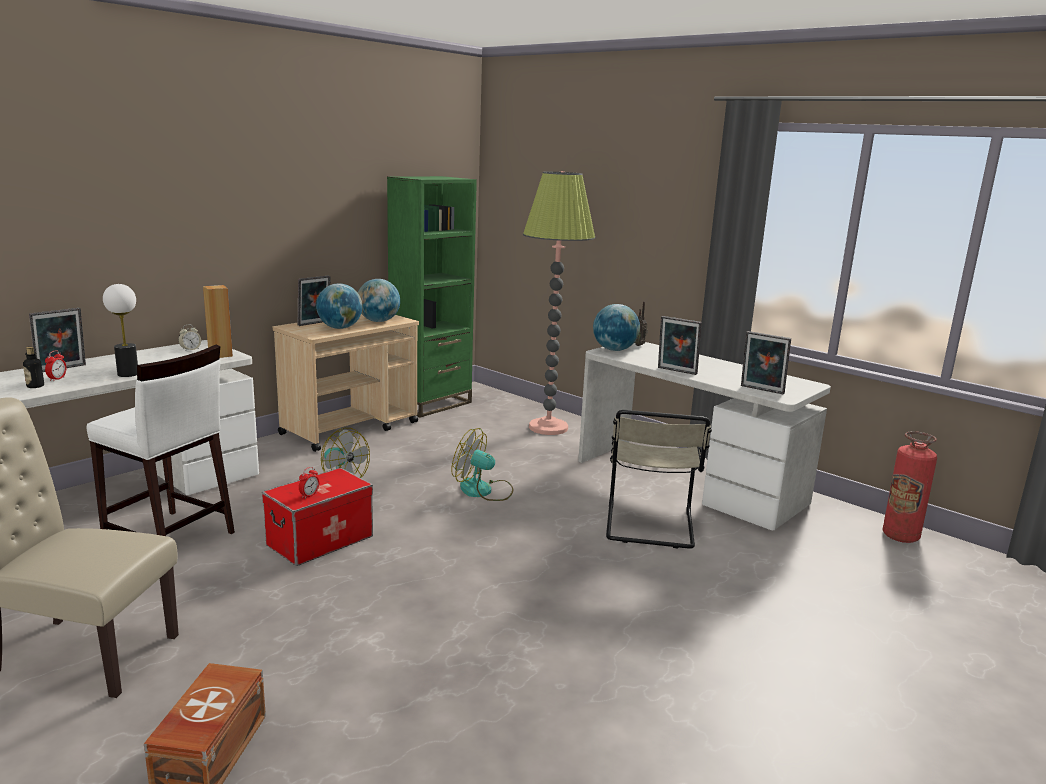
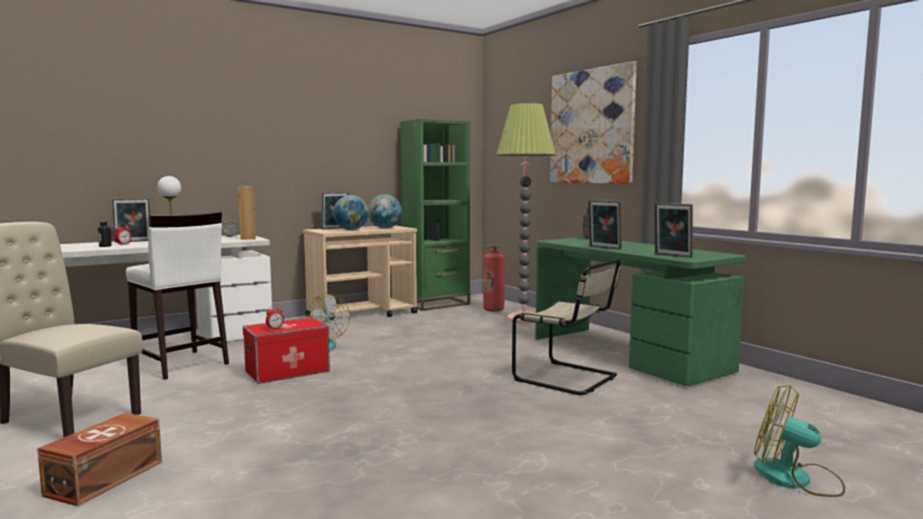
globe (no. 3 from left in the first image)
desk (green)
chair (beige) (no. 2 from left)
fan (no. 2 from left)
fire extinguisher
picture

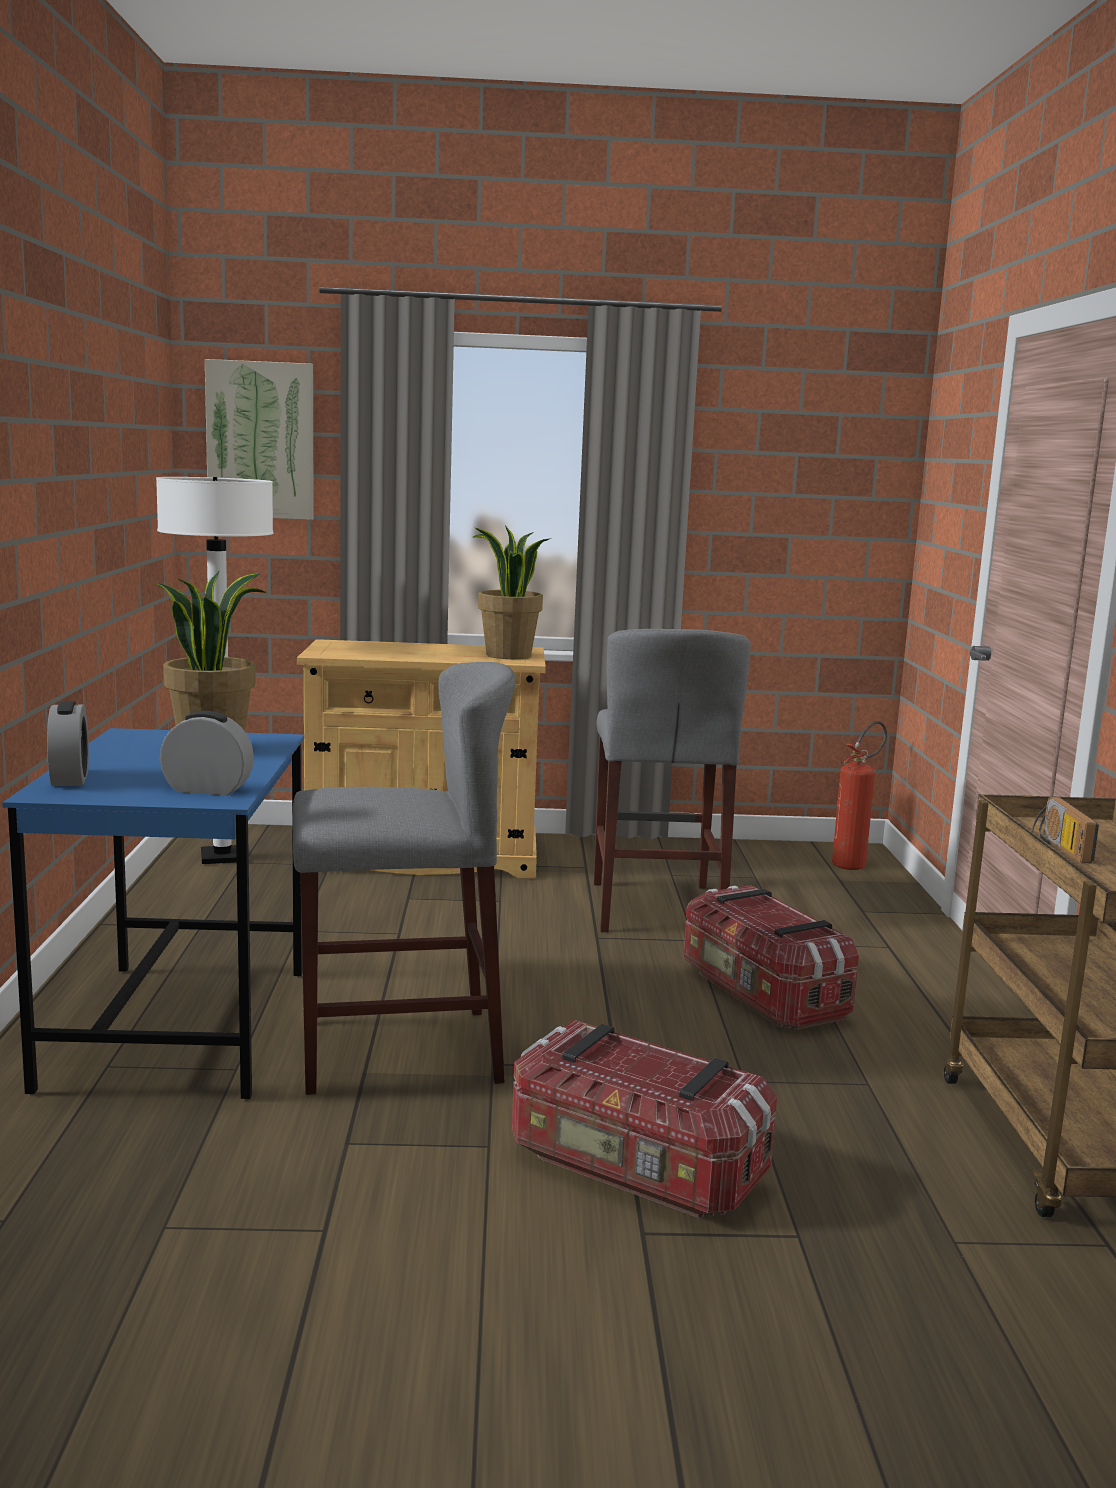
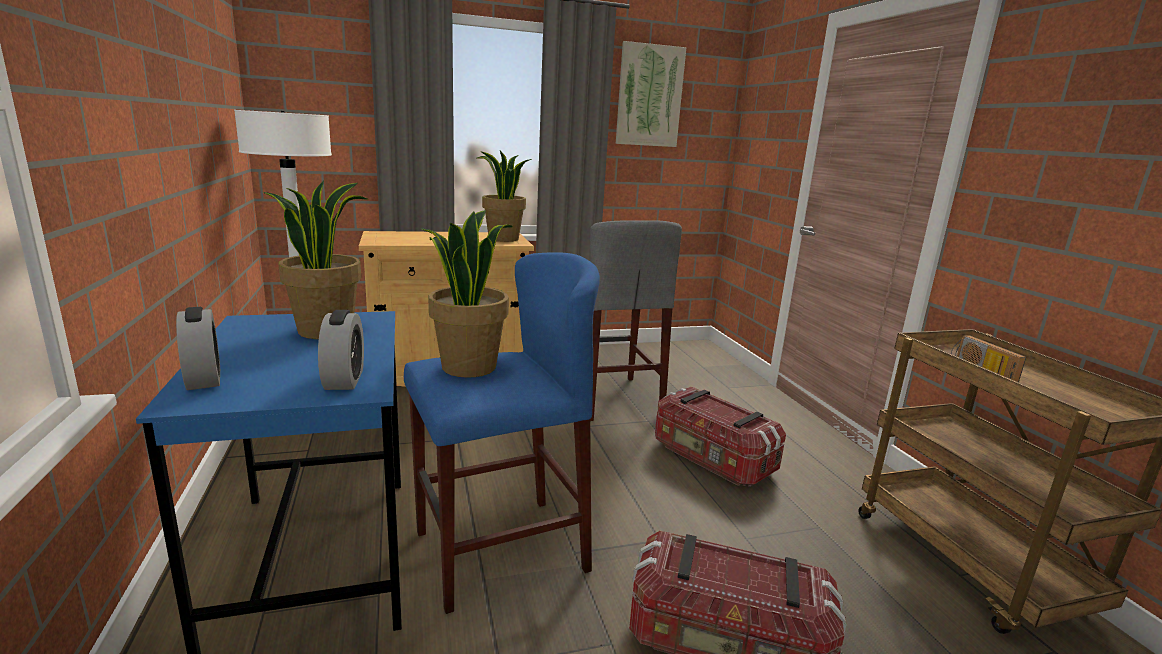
picture
stool (blue)
alarm clock (no. 2 from left)
fire extinguisher
potted plant (no. 2 from left)

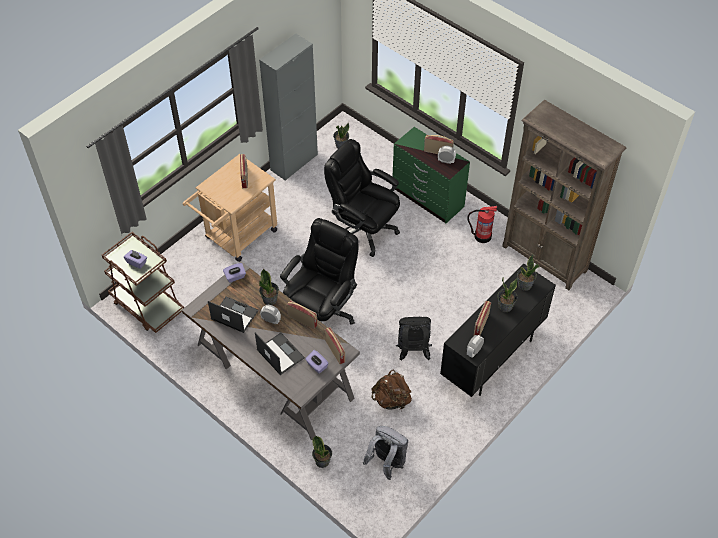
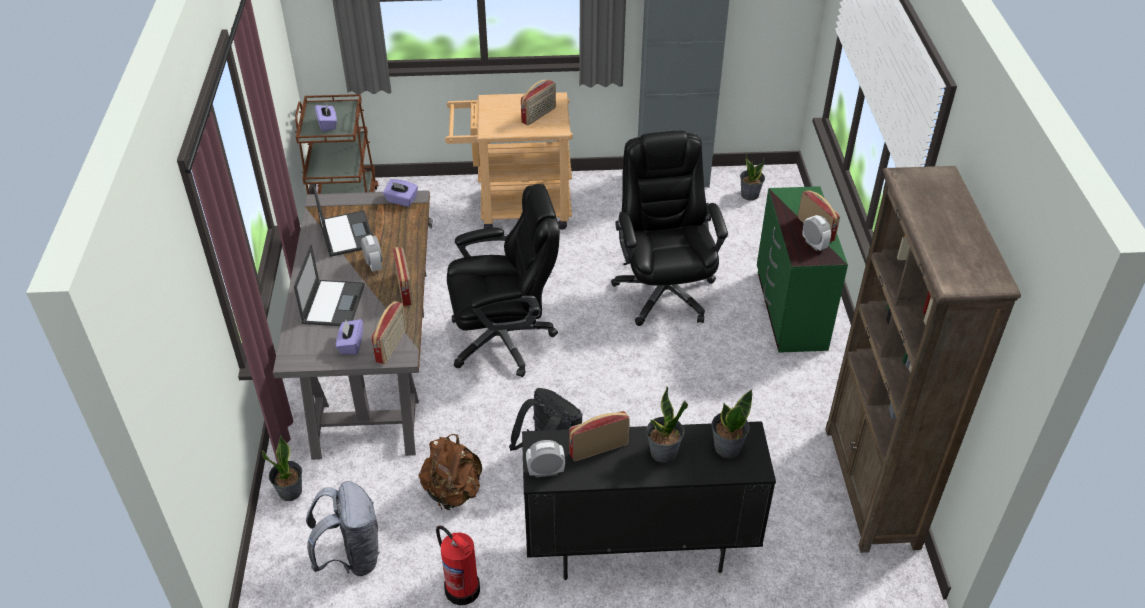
fire extinguisher
potted plant (no. 1 from left in the first image)

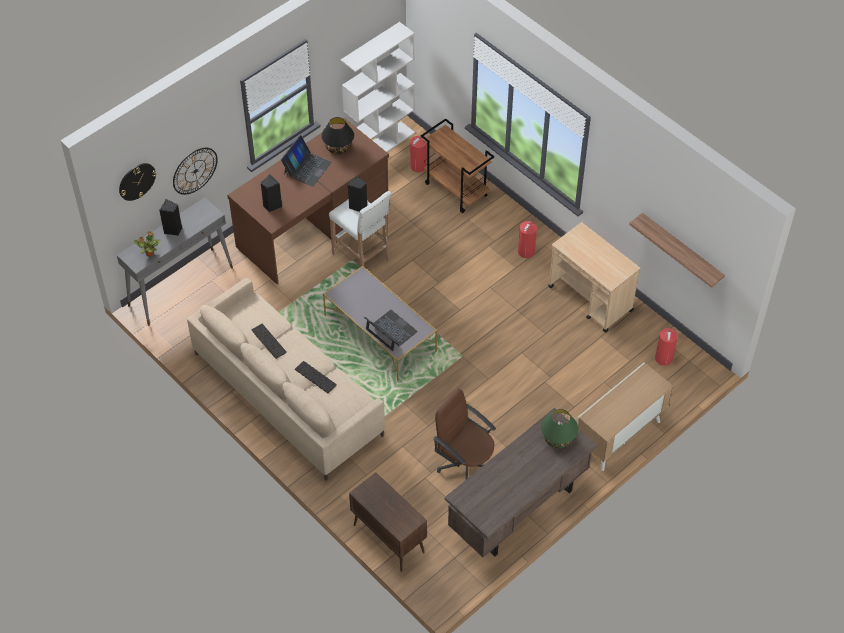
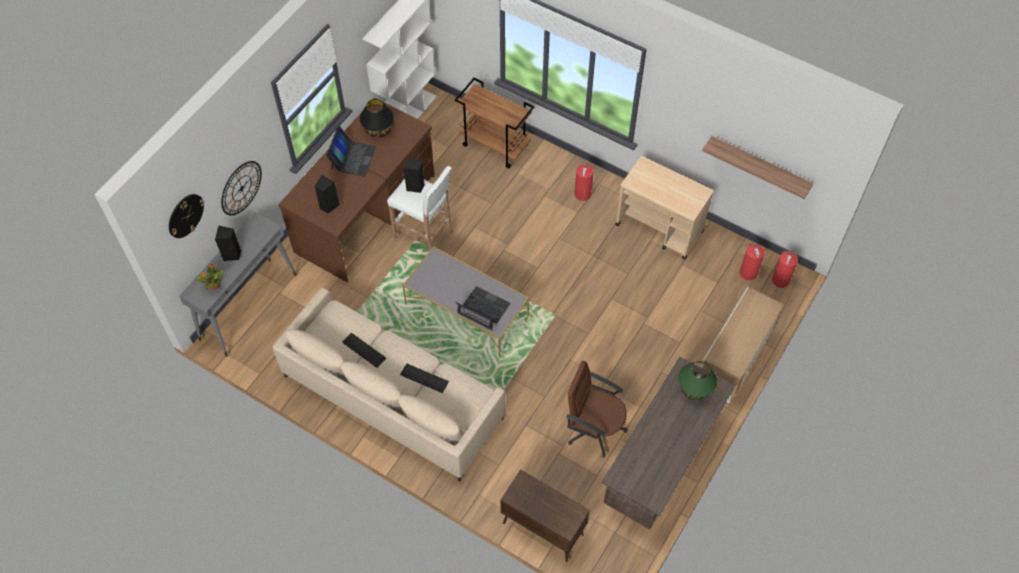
fire extinguisher (no. 3 from left)

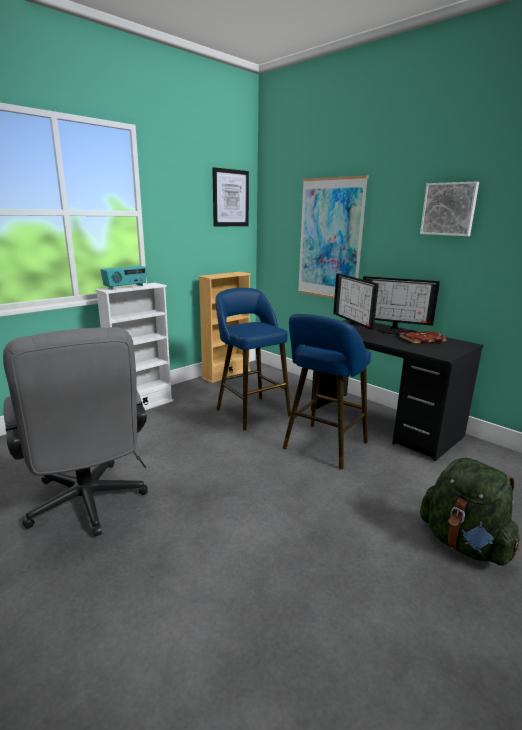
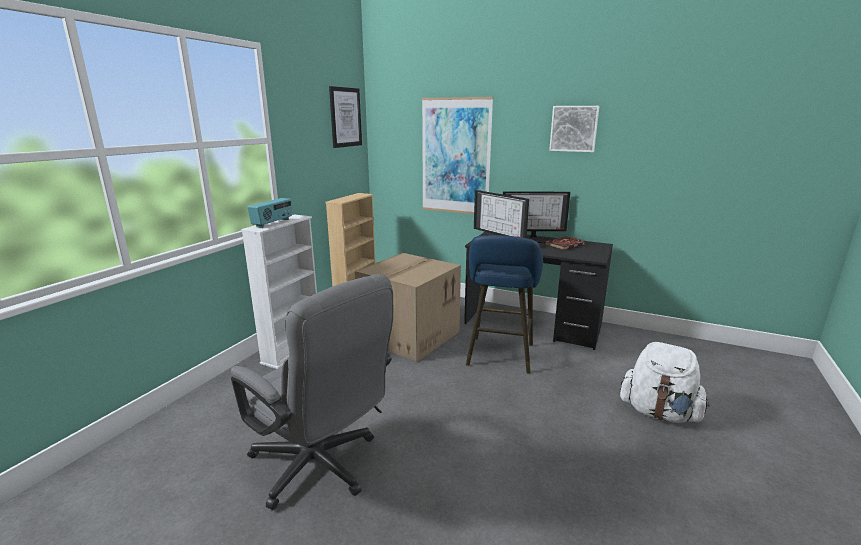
cardboard box
backpack (white)

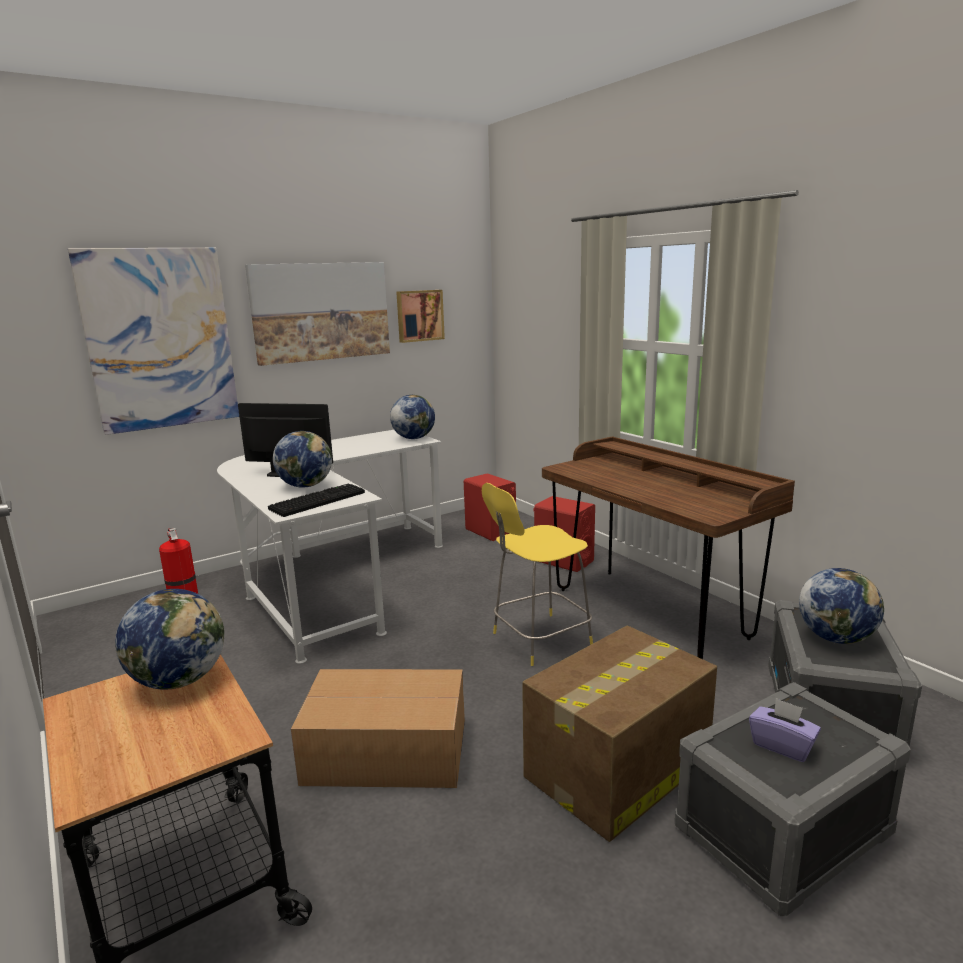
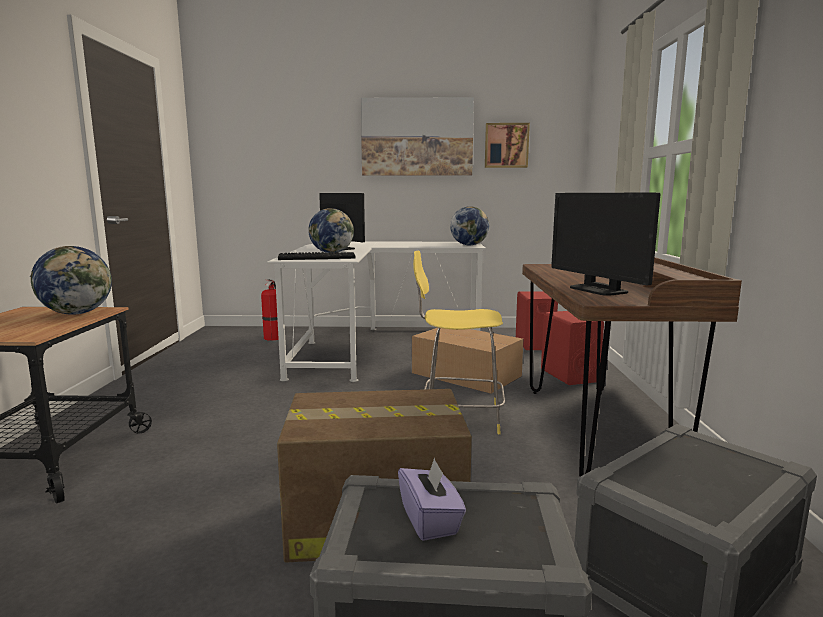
picture (no. 1 from left in the first image)
globe (no. 4 from left in the first image)
cardboard box (no. 2 from left)
monitor (no. 2 from left)

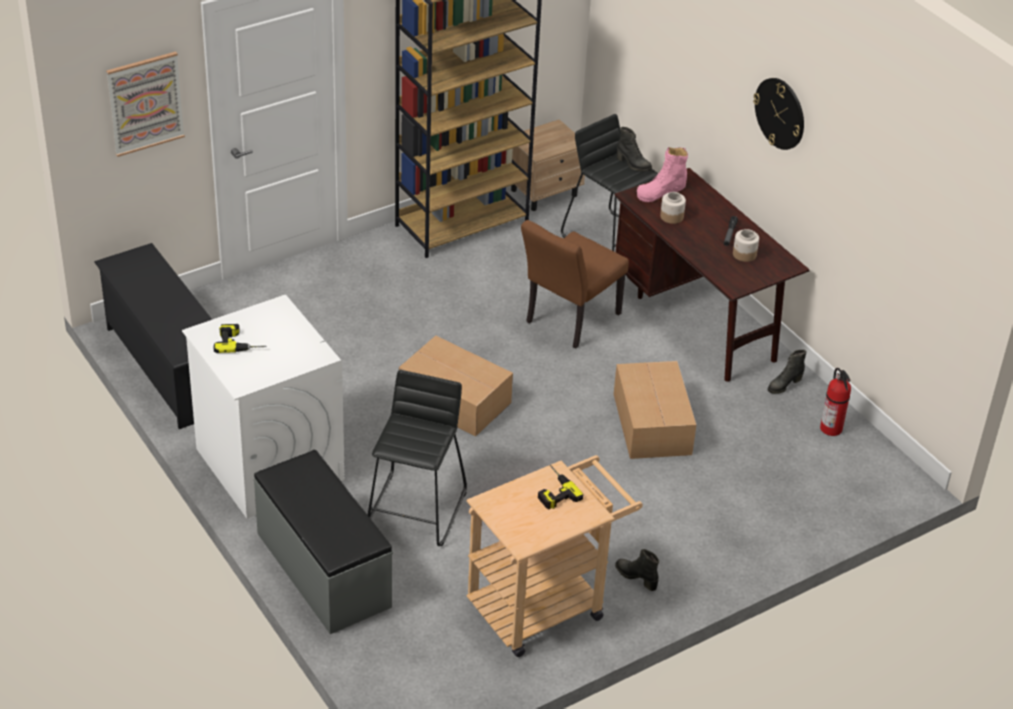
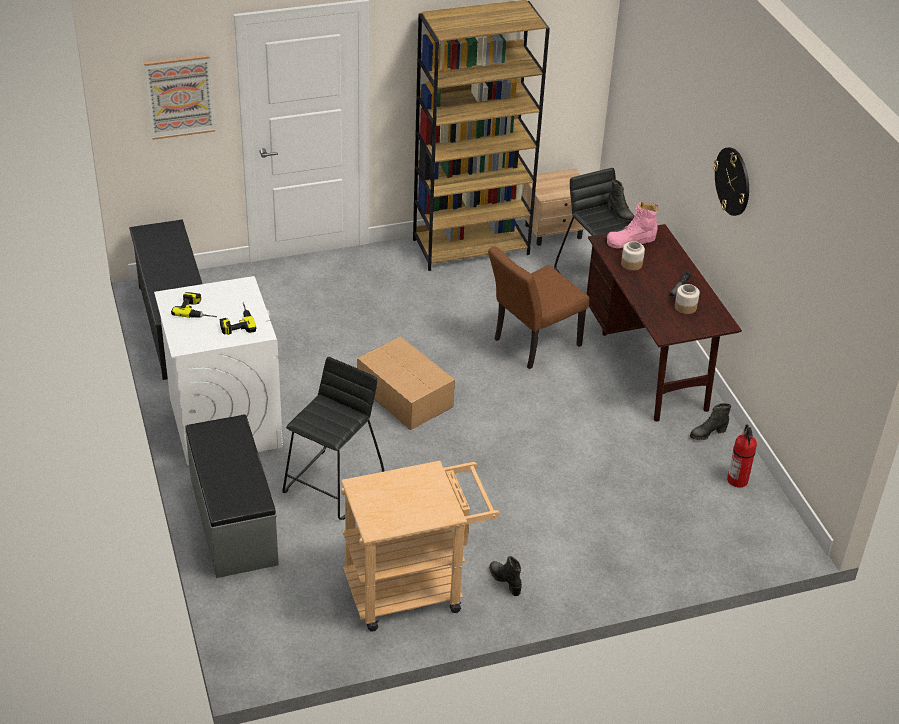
cardboard box (no. 2 from left in the first image)
power drill (no. 2 from left)

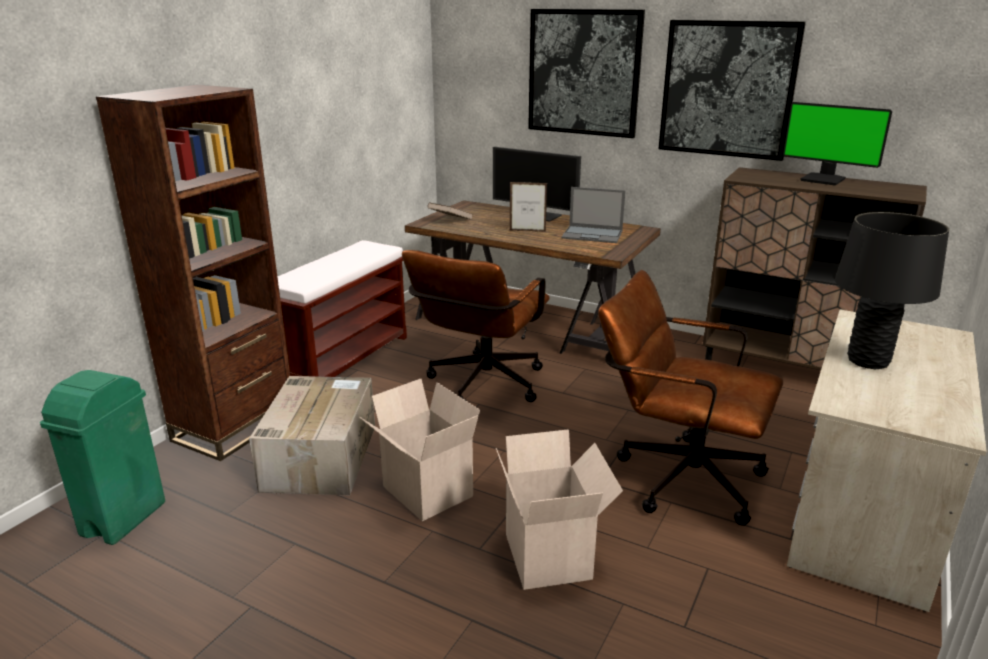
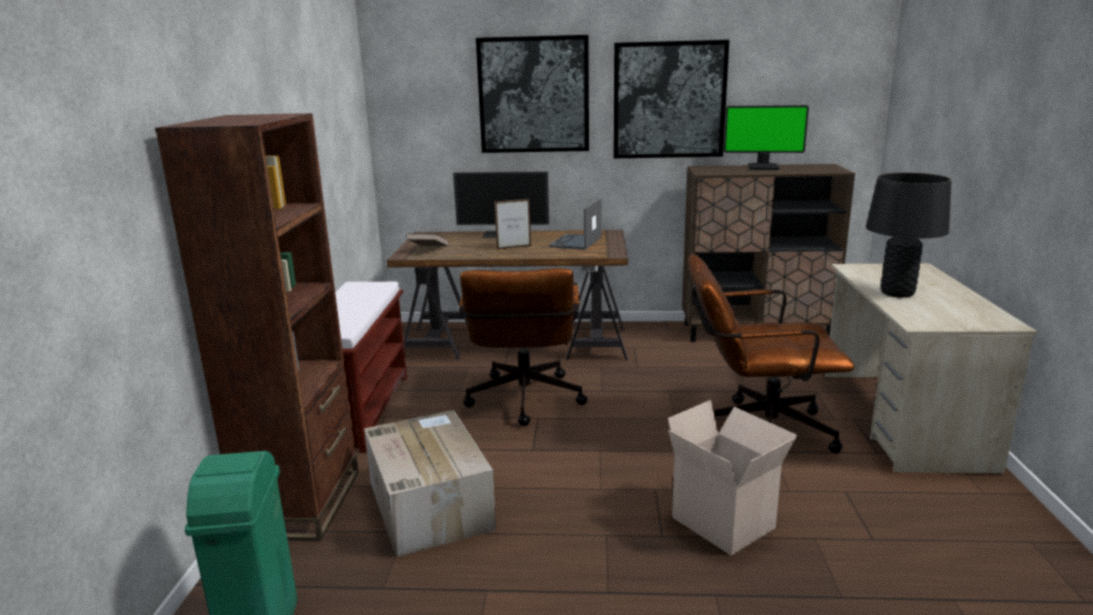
laptop
cardboard box (no. 2 from left in the first image)

